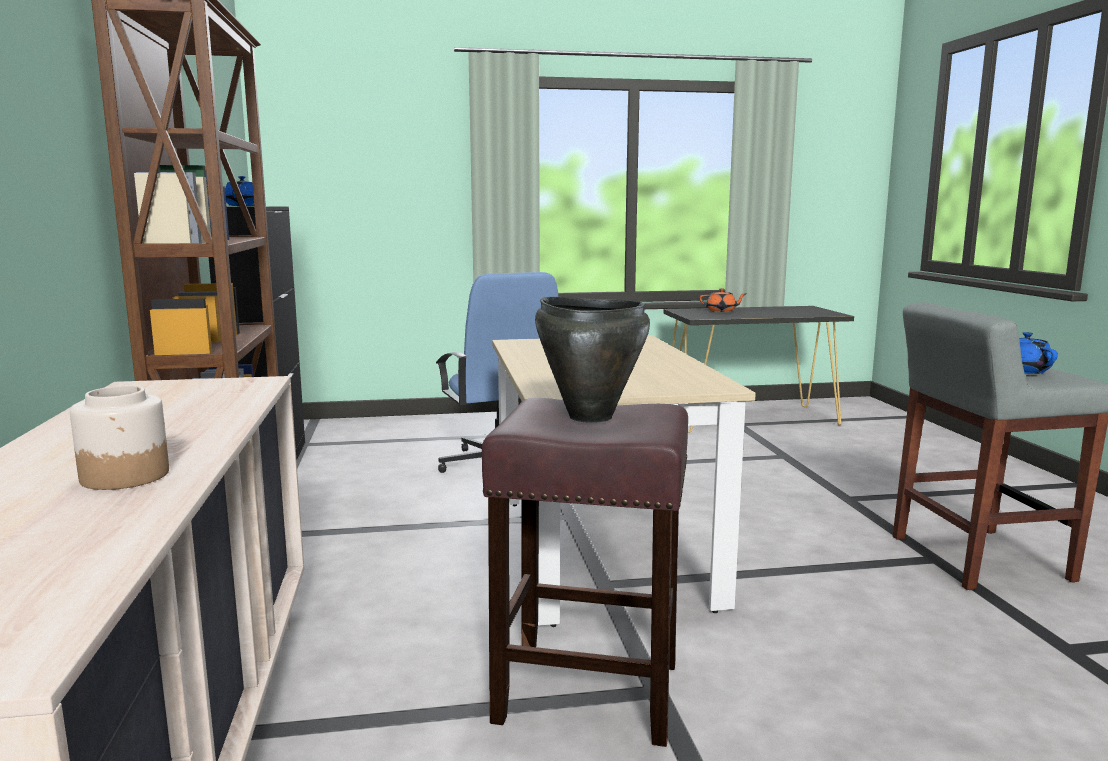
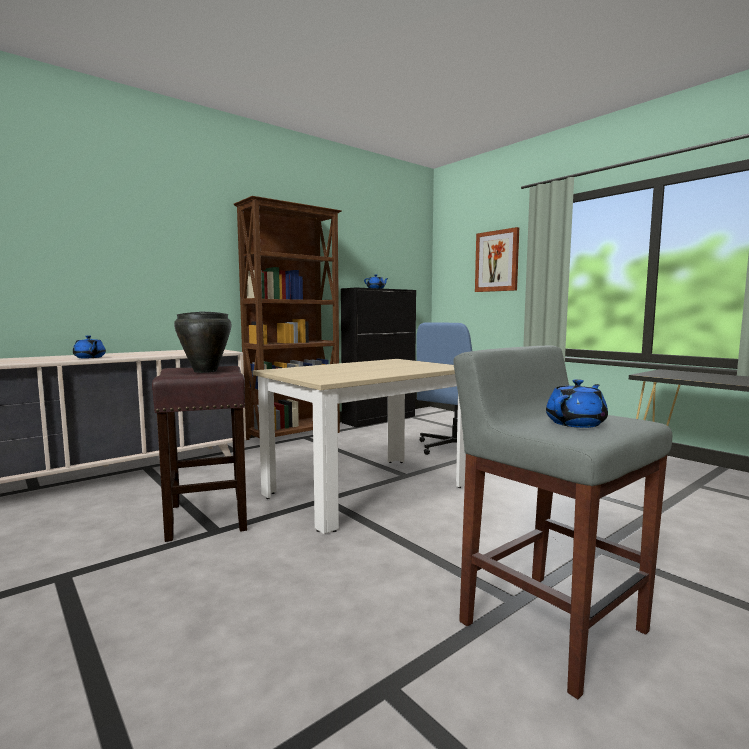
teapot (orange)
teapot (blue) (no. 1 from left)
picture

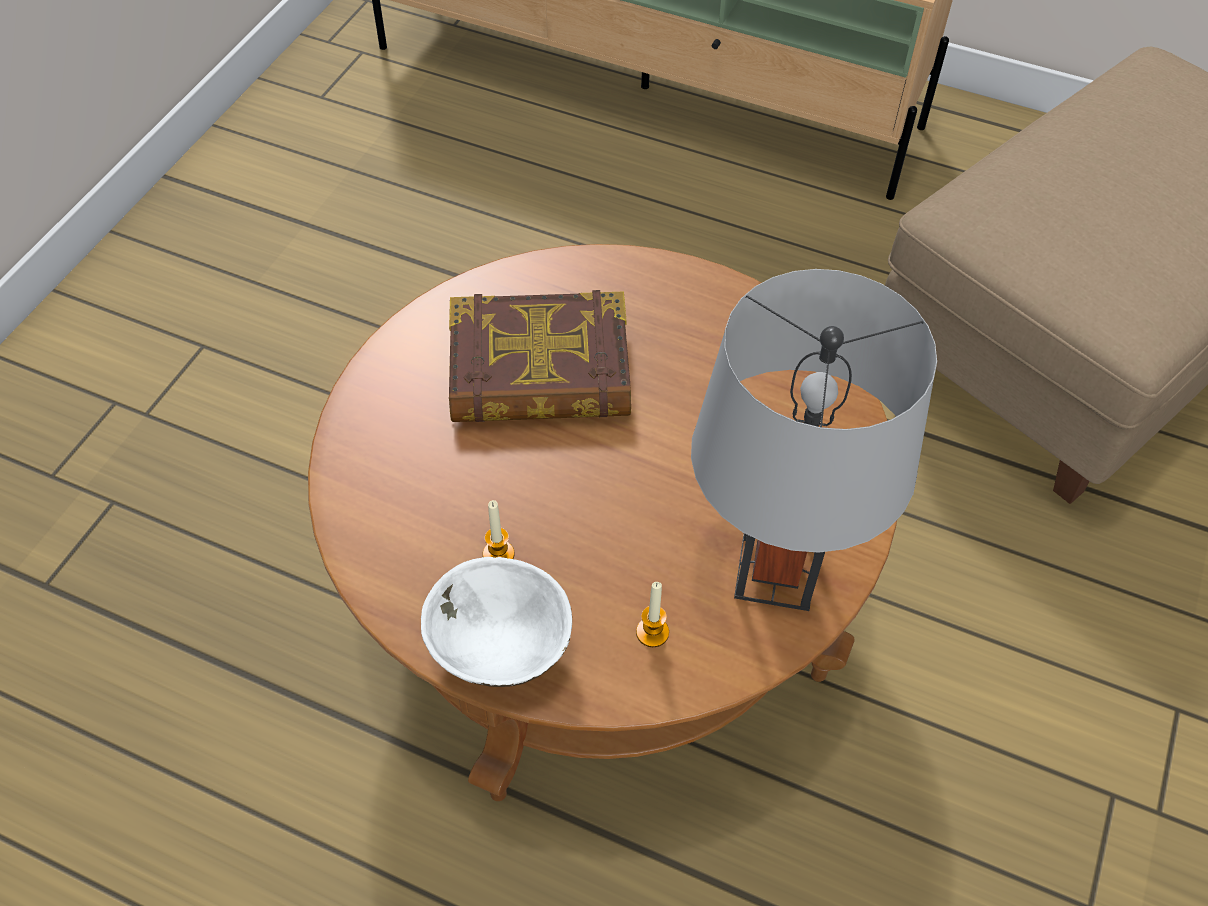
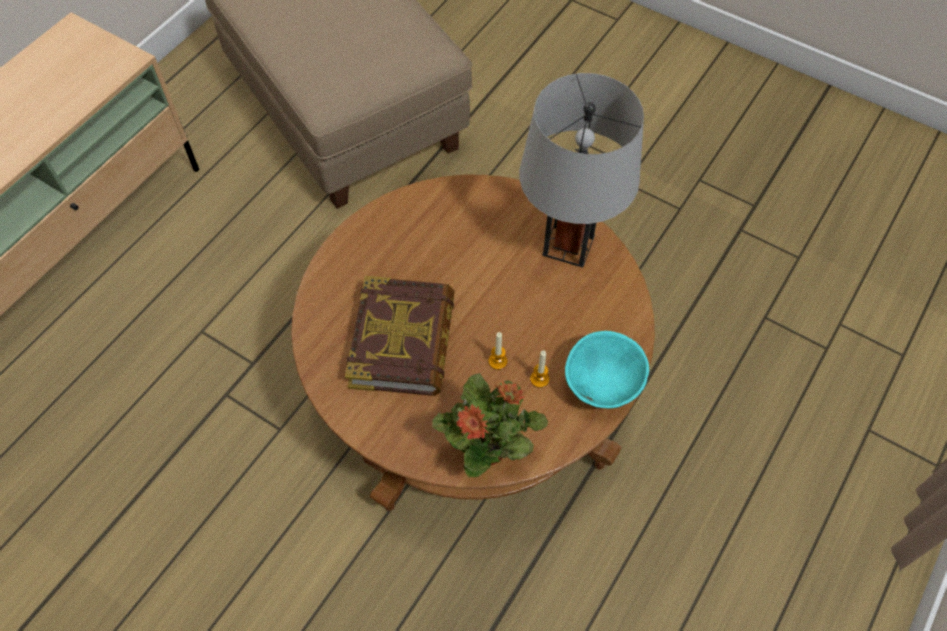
bowl (turquoise)
candle (no. 1 from left)
potted plant

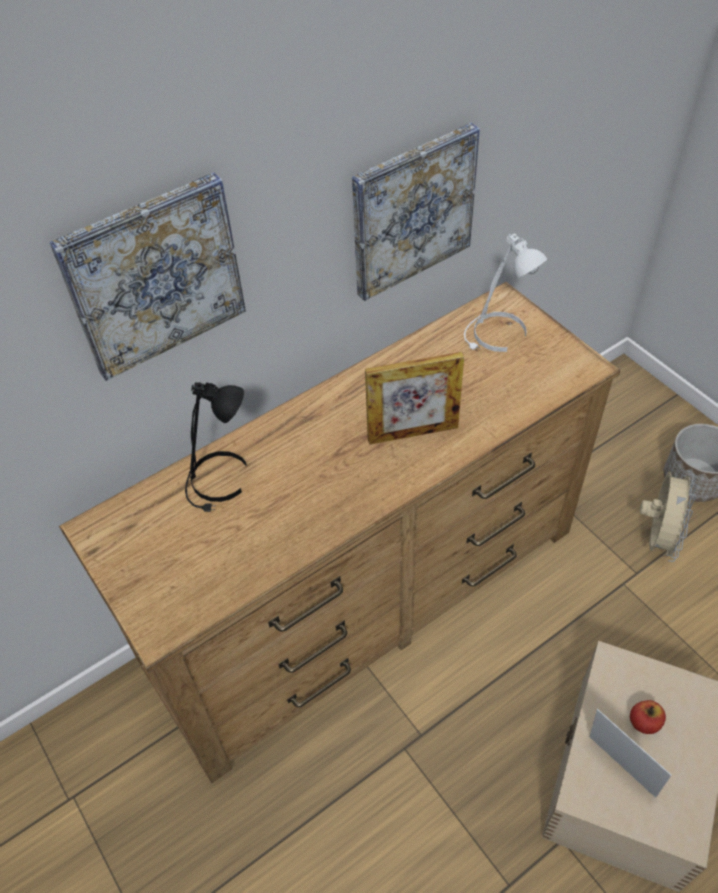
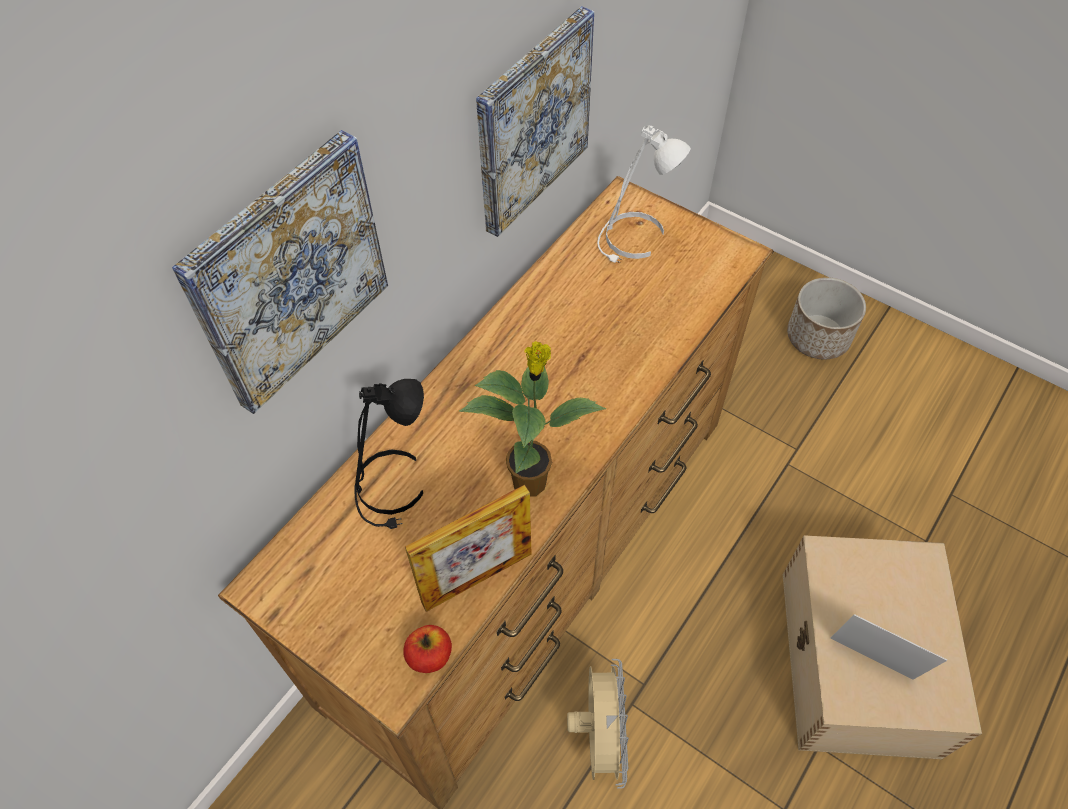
picture frame (no. 1 from left)
fan (beige)
apple
potted plant

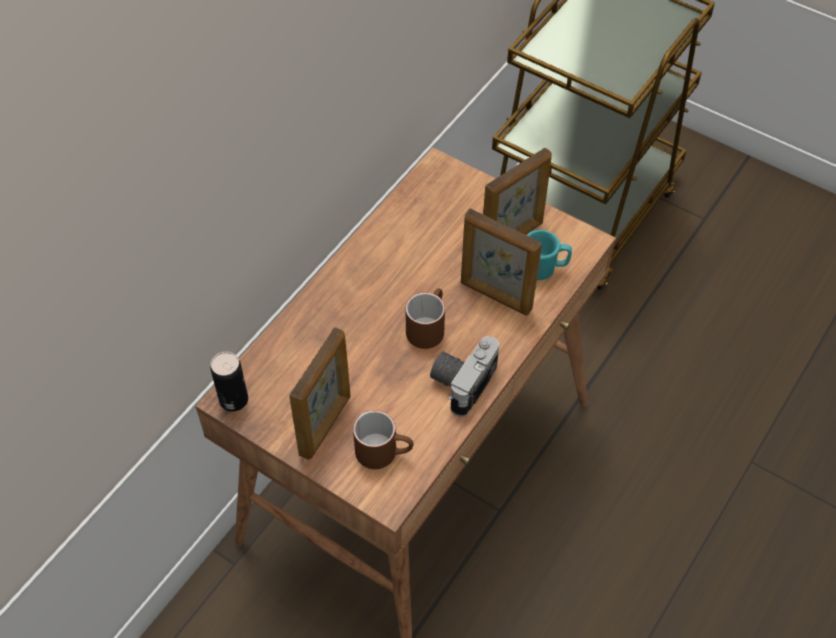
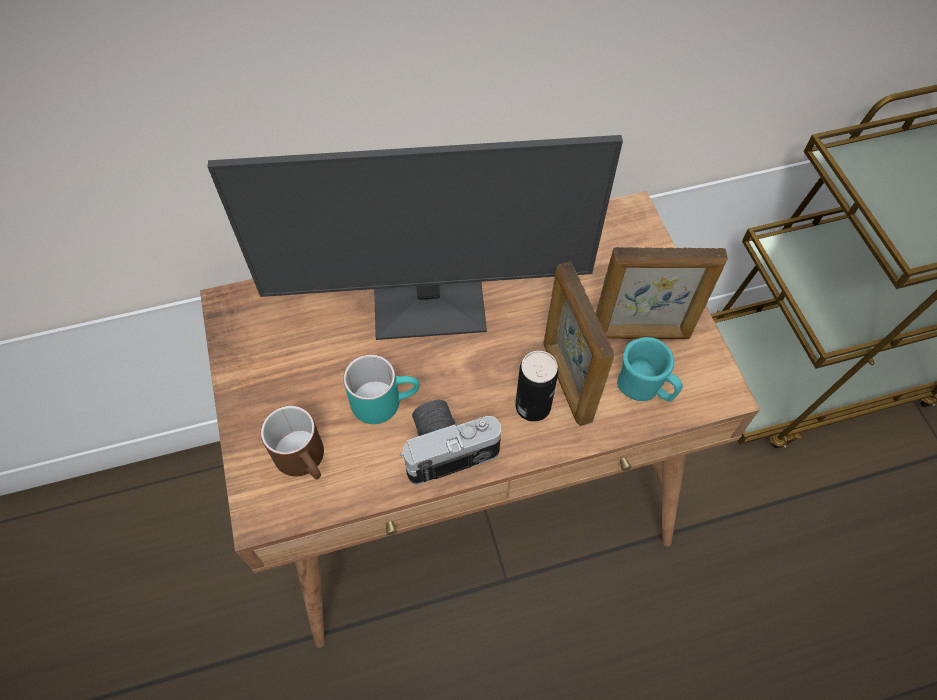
mug (brown) (no. 2 from left in the first image)
picture frame (no. 1 from left in the first image)
can
monitor
mug (turquoise) (no. 1 from left)

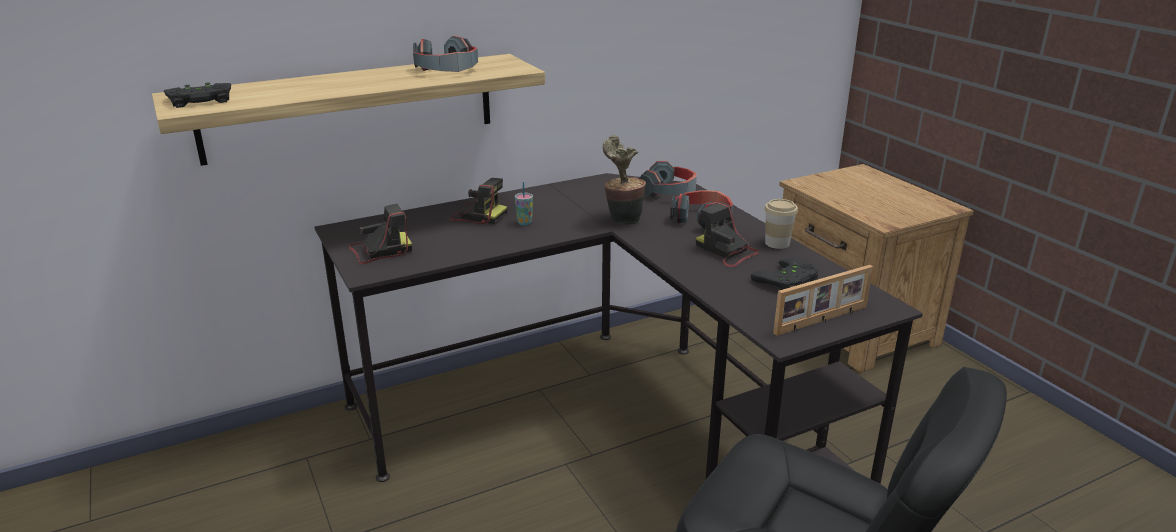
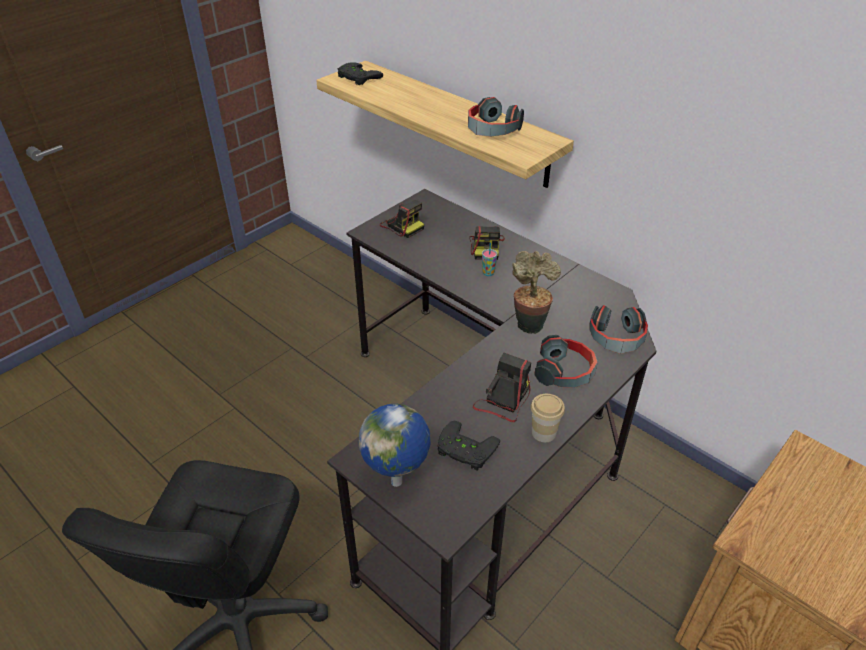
globe

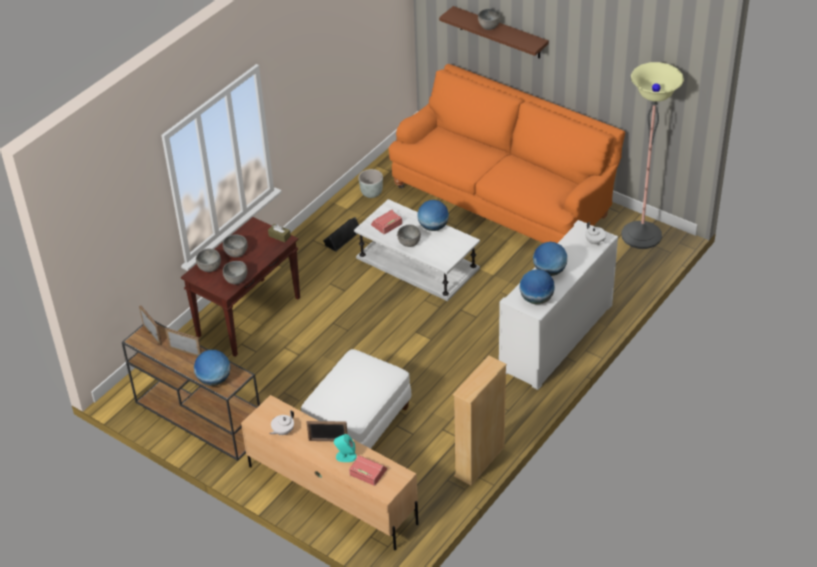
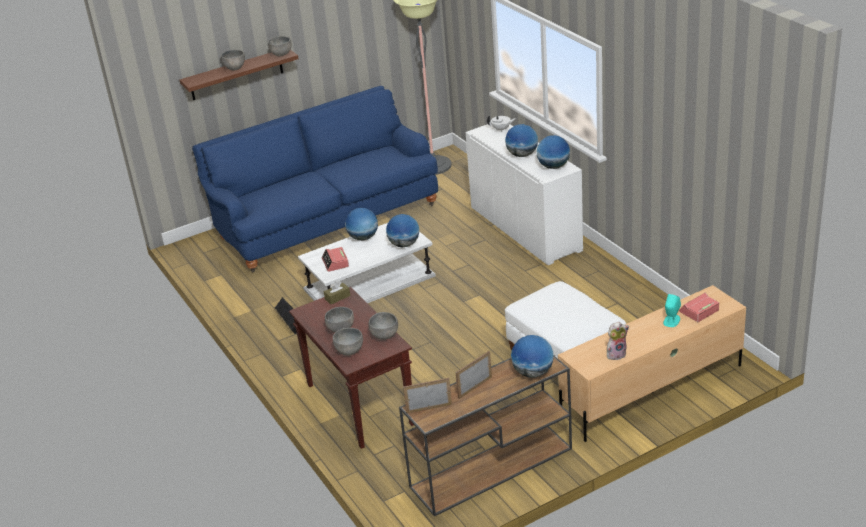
sofa (blue)
planter (grey)
bowl (grey) (no. 2 from left)
bookcase (beige)
plush toy
picture frame (no. 3 from left in the first image)
globe (no. 2 from left)

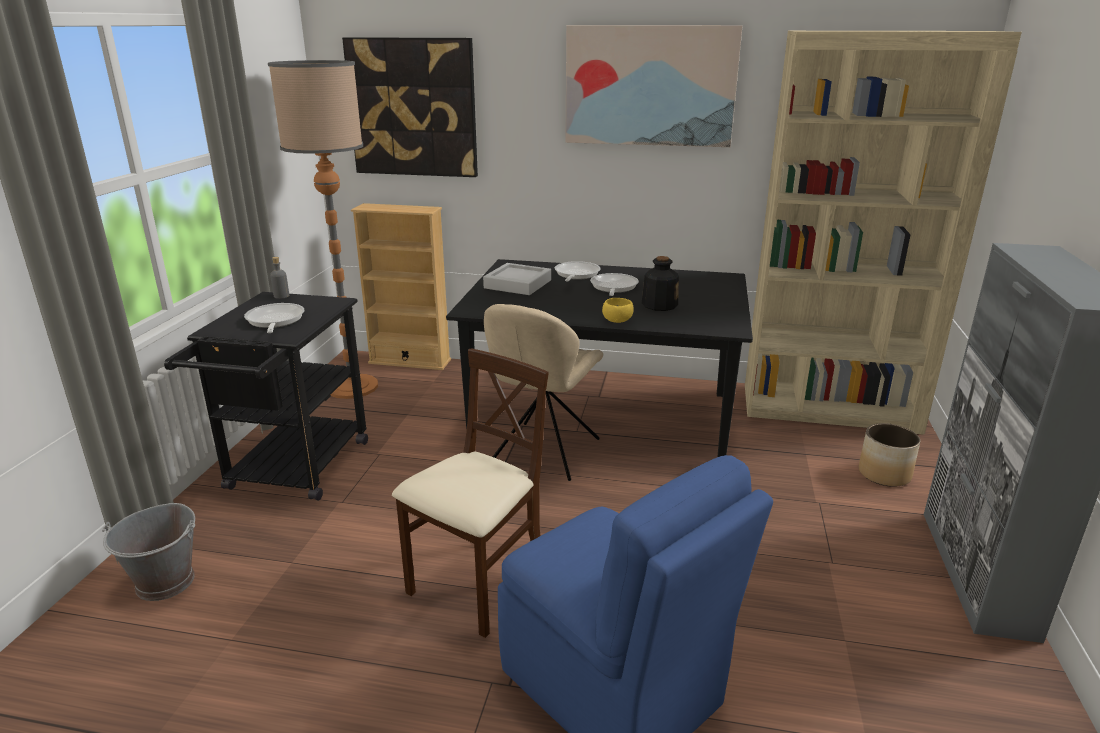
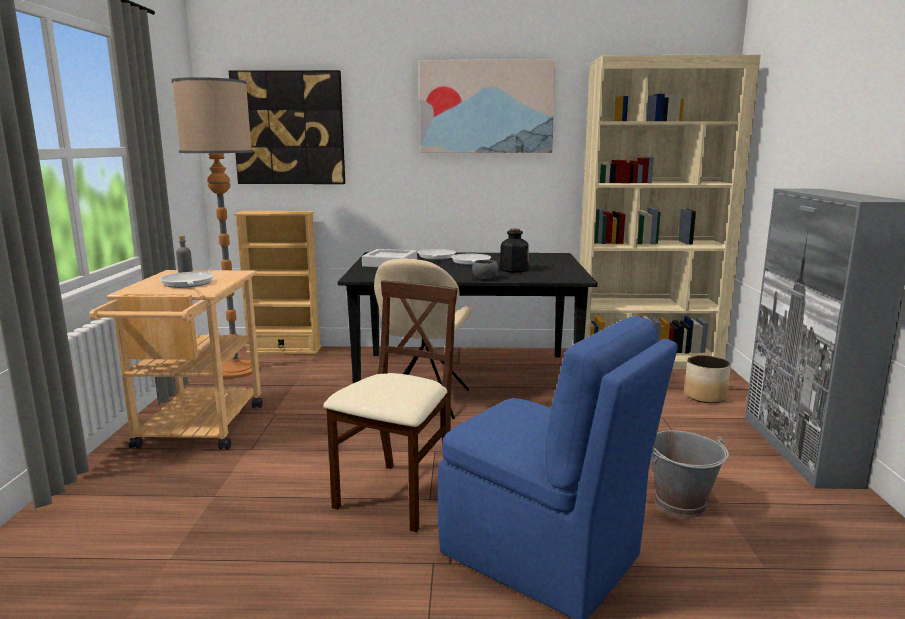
cart (beige)
bowl (grey)
bucket (grey)

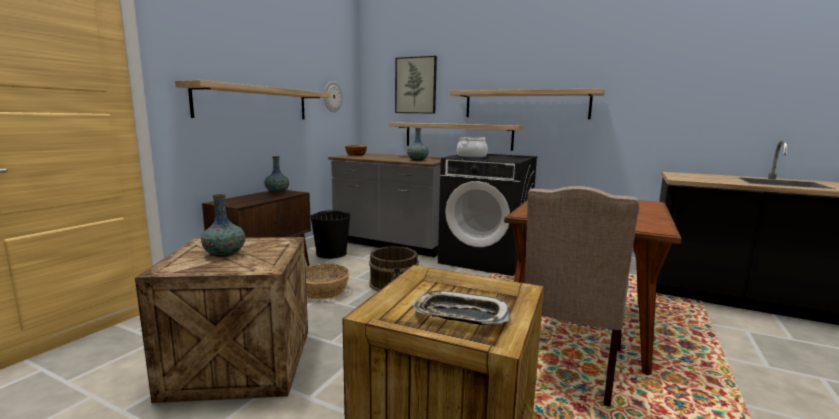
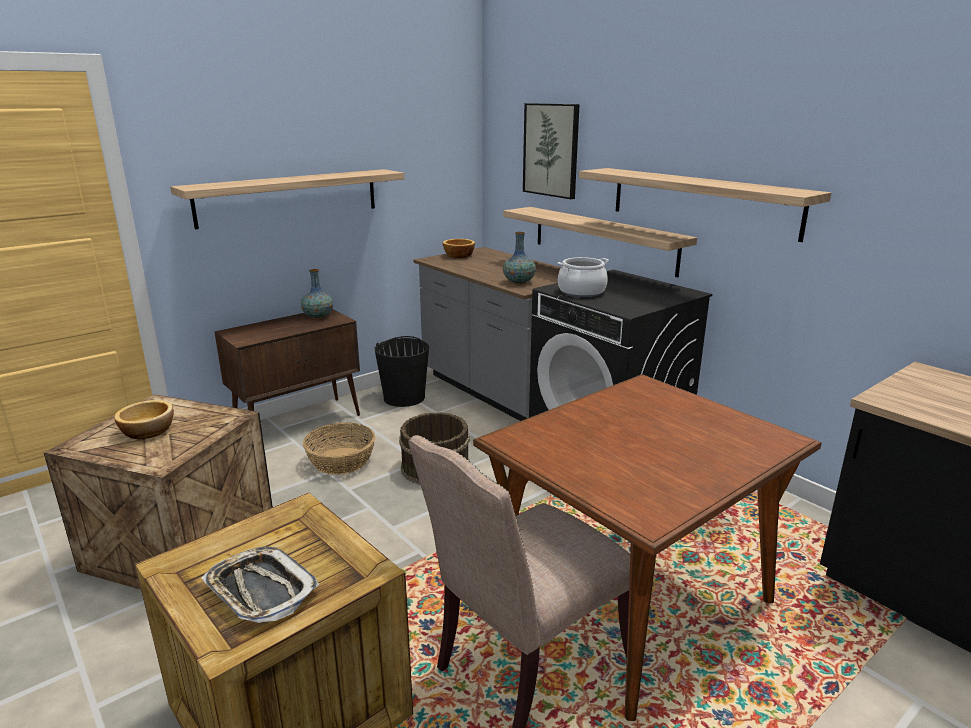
wall clock
bowl (no. 1 from left)

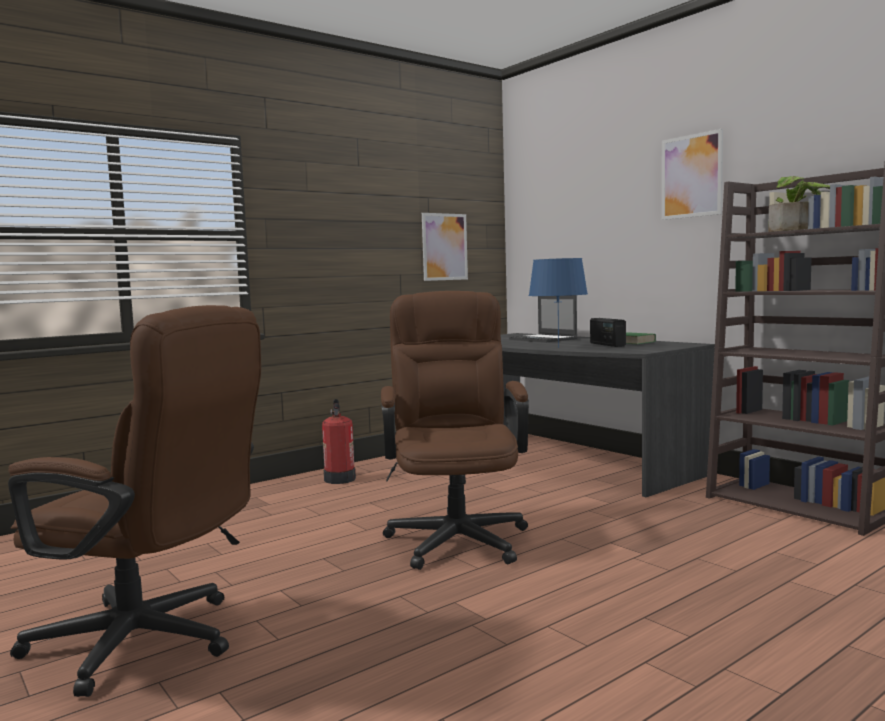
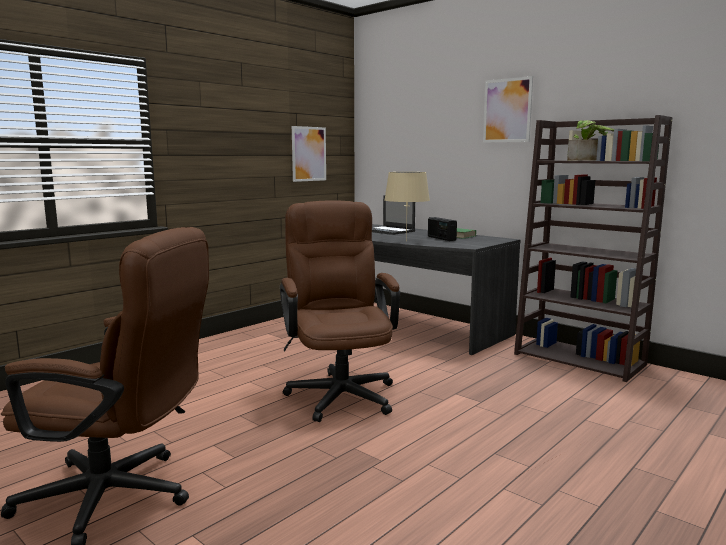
table lamp (beige)
fire extinguisher

